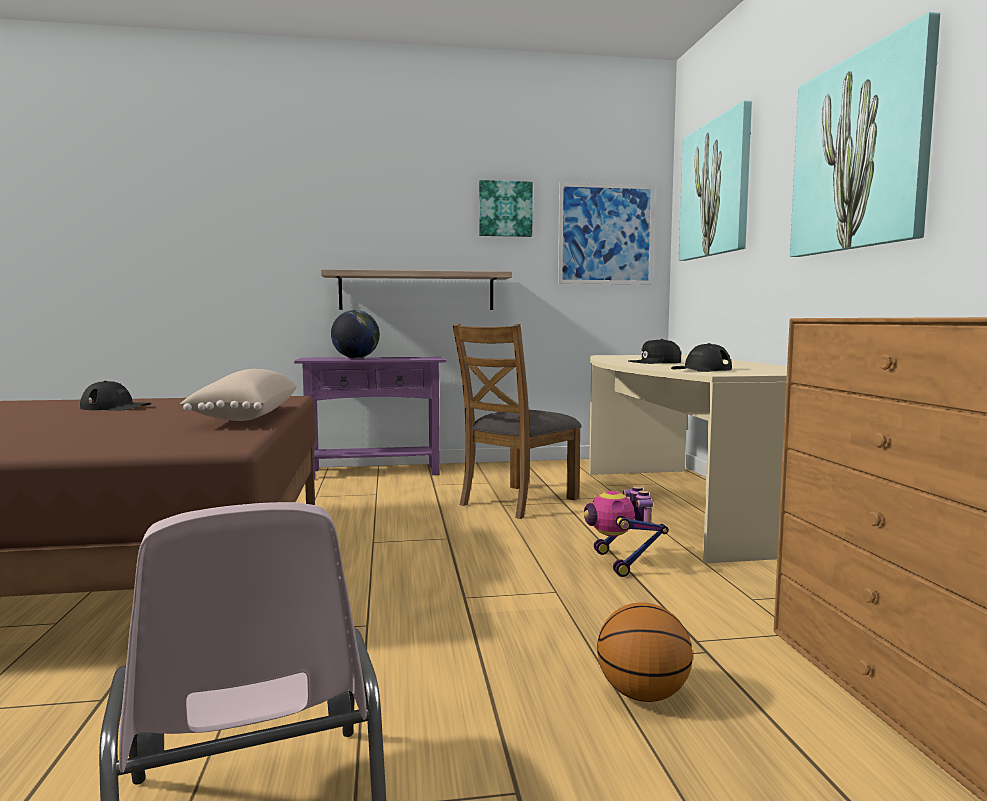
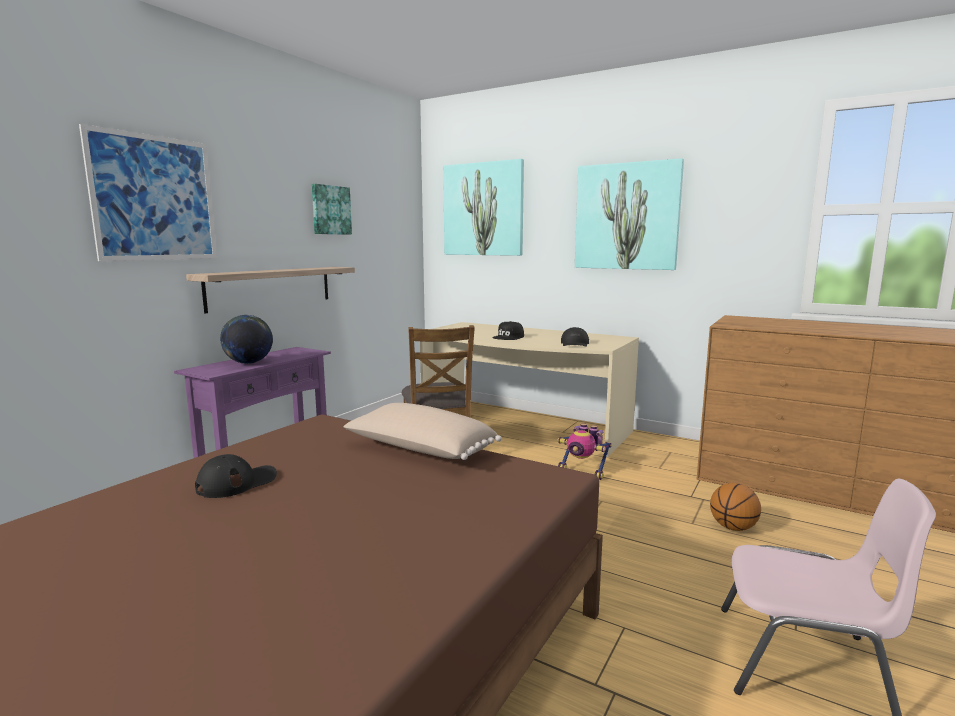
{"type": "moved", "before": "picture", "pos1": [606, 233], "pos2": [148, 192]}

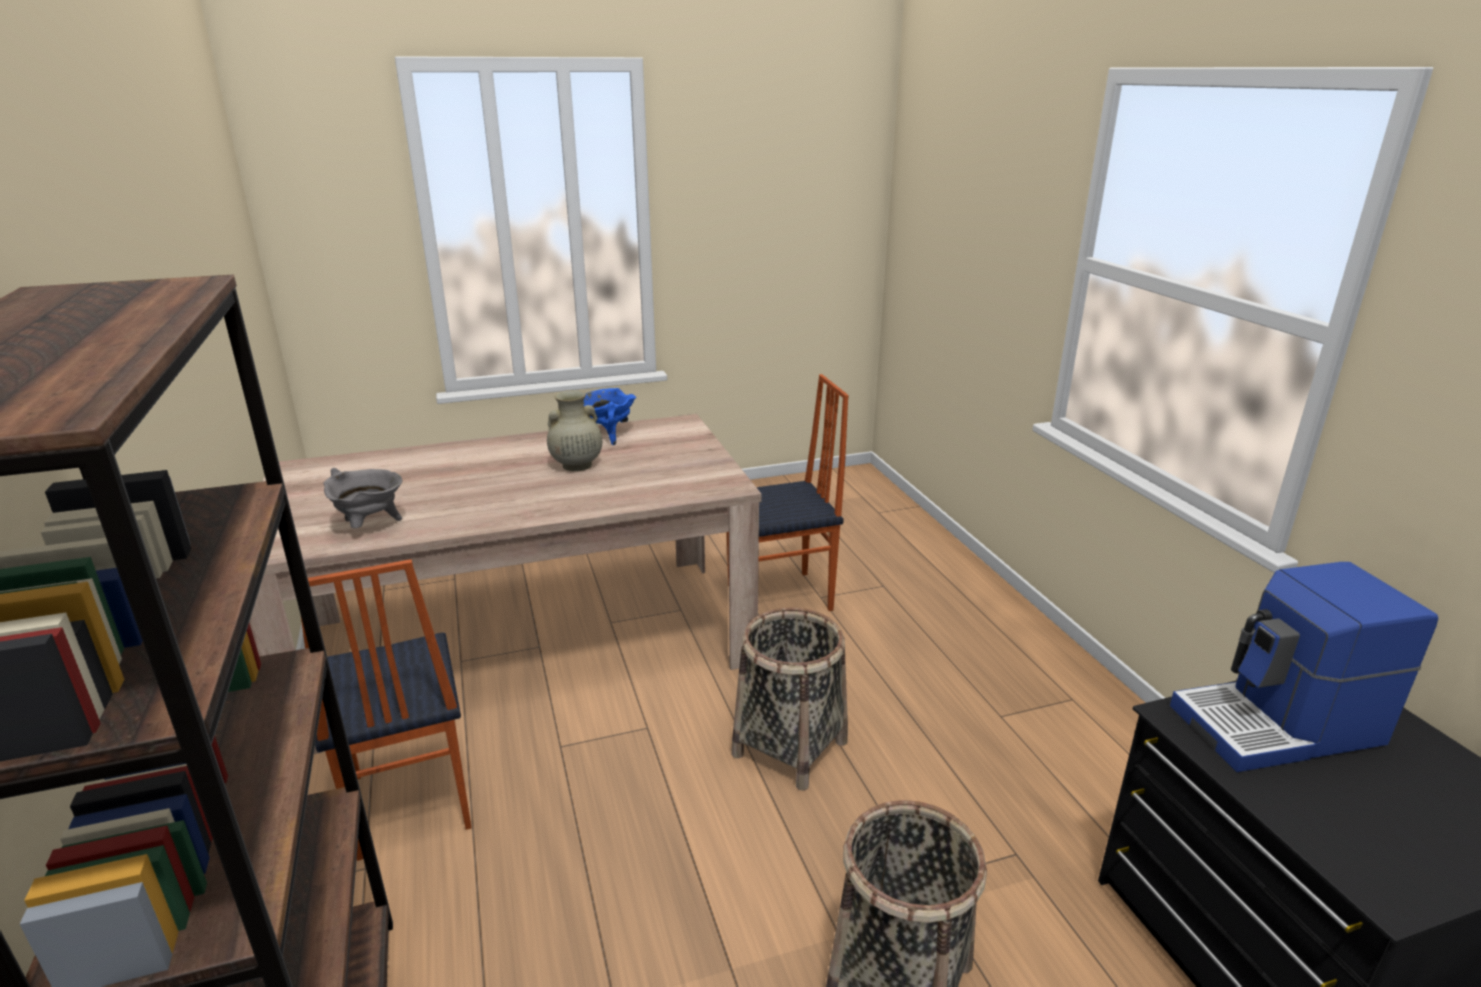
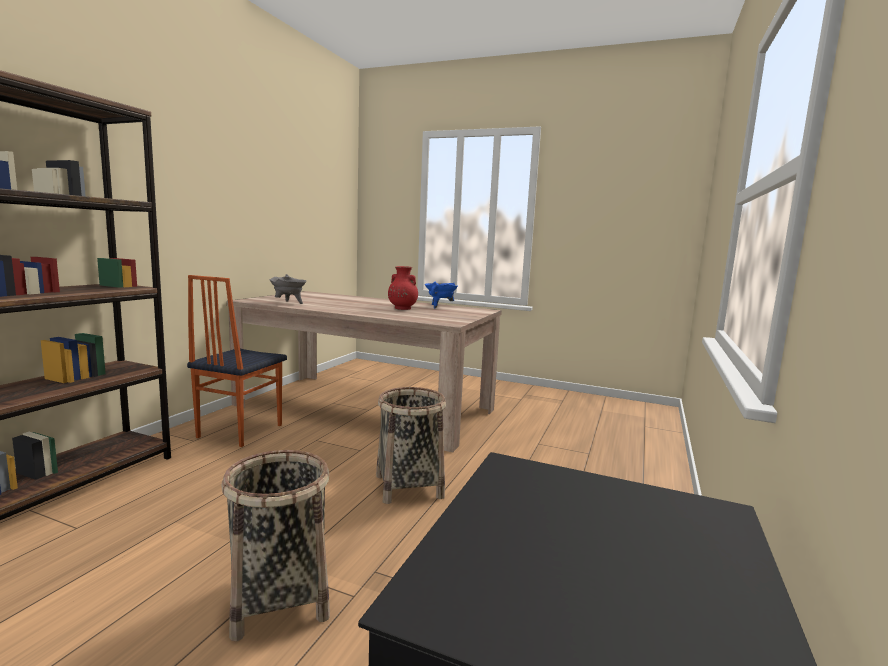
{"type": "recoloured", "before": "beige_vase", "after": "red_vase", "pos1": [574, 430], "pos2": [403, 288]}
{"type": "removed", "before": "upright_chair", "pos1": [788, 492]}
{"type": "removed", "before": "coffee_maker", "pos1": [1304, 667]}

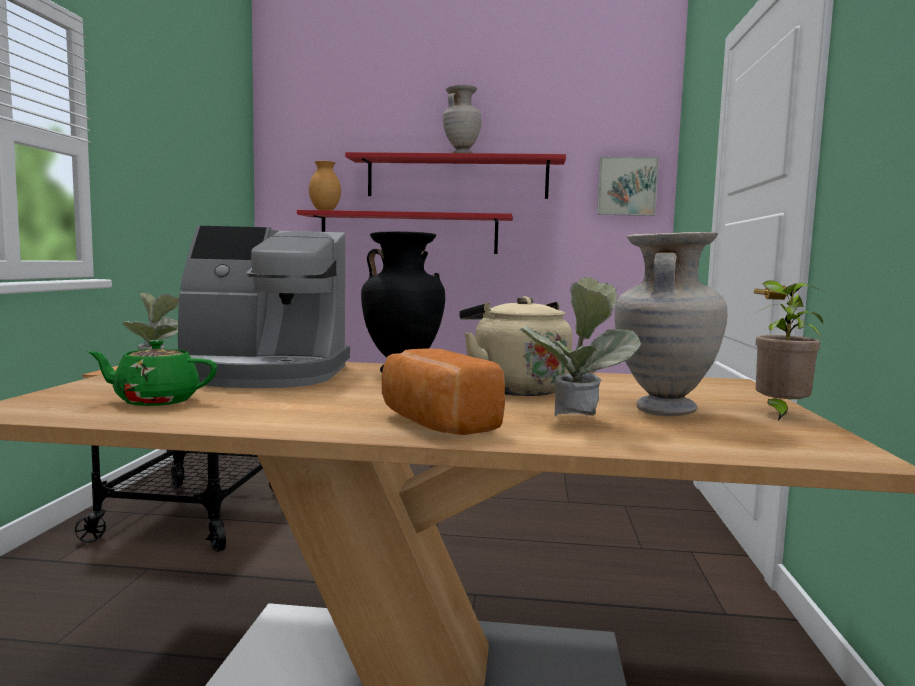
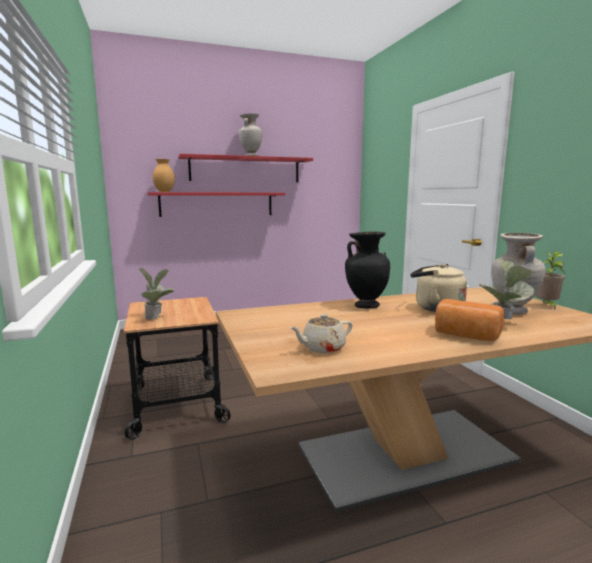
{"type": "recoloured", "before": "green-coloured_teapot", "after": "beige_teapot", "pos1": [152, 373], "pos2": [321, 333]}
{"type": "removed", "before": "coffee_maker", "pos1": [264, 307]}
{"type": "removed", "before": "picture", "pos1": [628, 186]}

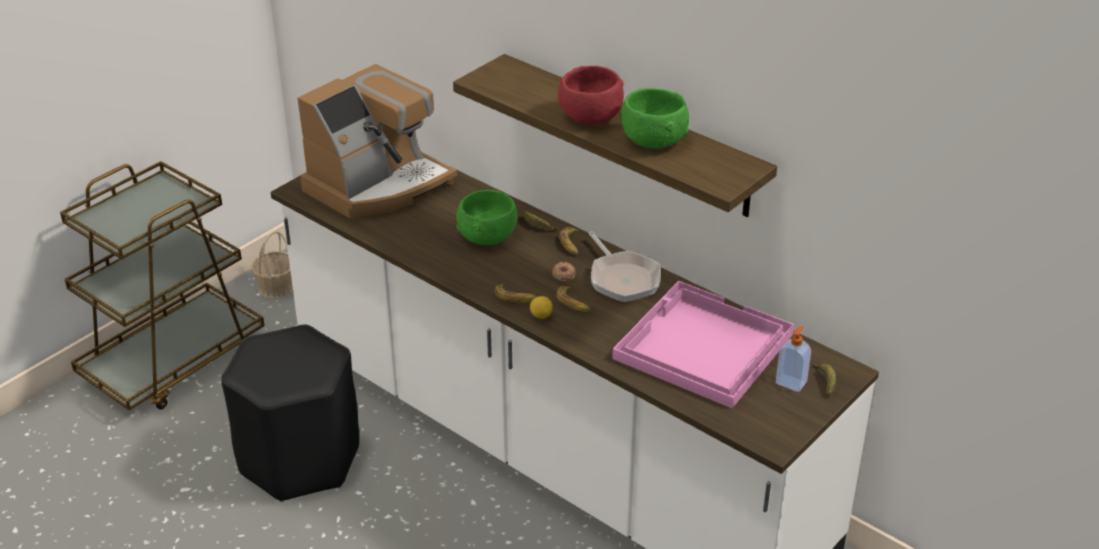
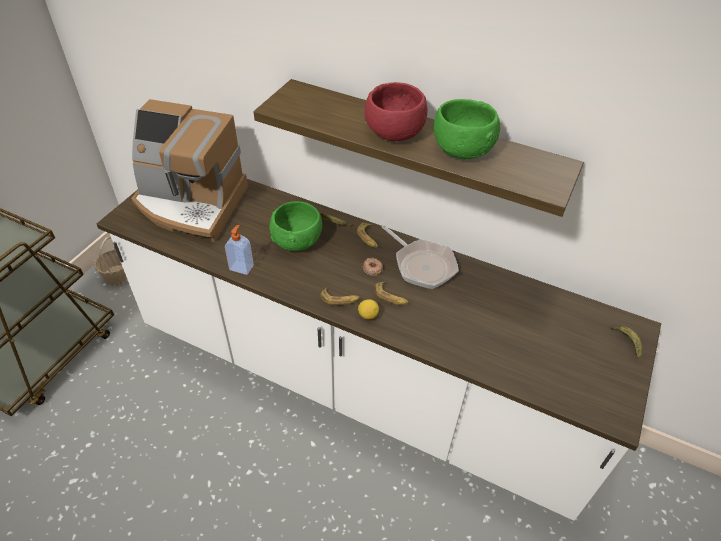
{"type": "turned", "before": "coffee_maker", "pos1": [377, 141], "pos2": [189, 170], "turn": 75}
{"type": "moved", "before": "soap_bottle", "pos1": [793, 359], "pos2": [239, 250]}
{"type": "removed", "before": "black-coloured_stool", "pos1": [290, 413]}
{"type": "removed", "before": "pink_carrying_tray", "pos1": [703, 344]}

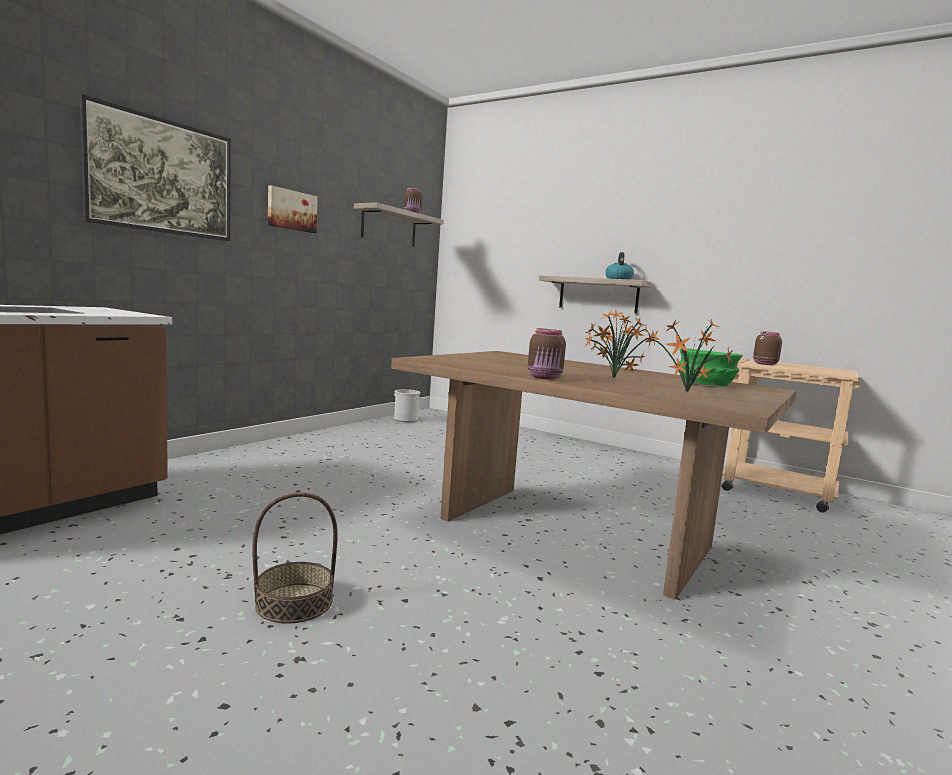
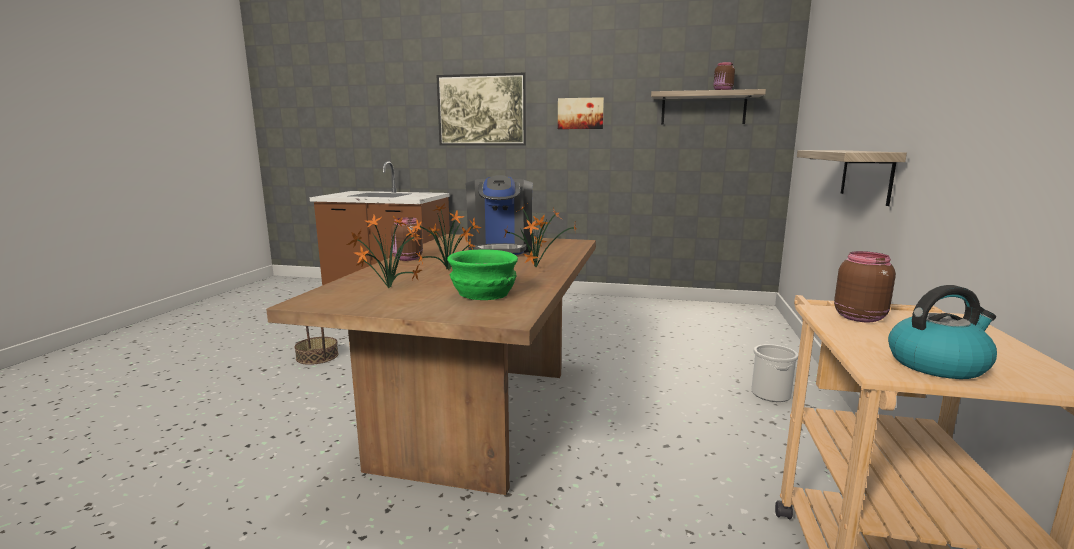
{"type": "added", "after": "coffee_maker", "pos2": [499, 215]}
{"type": "moved", "before": "water_bucket", "pos1": [407, 405], "pos2": [774, 373]}
{"type": "moved", "before": "tea_kettle", "pos1": [619, 266], "pos2": [942, 332]}

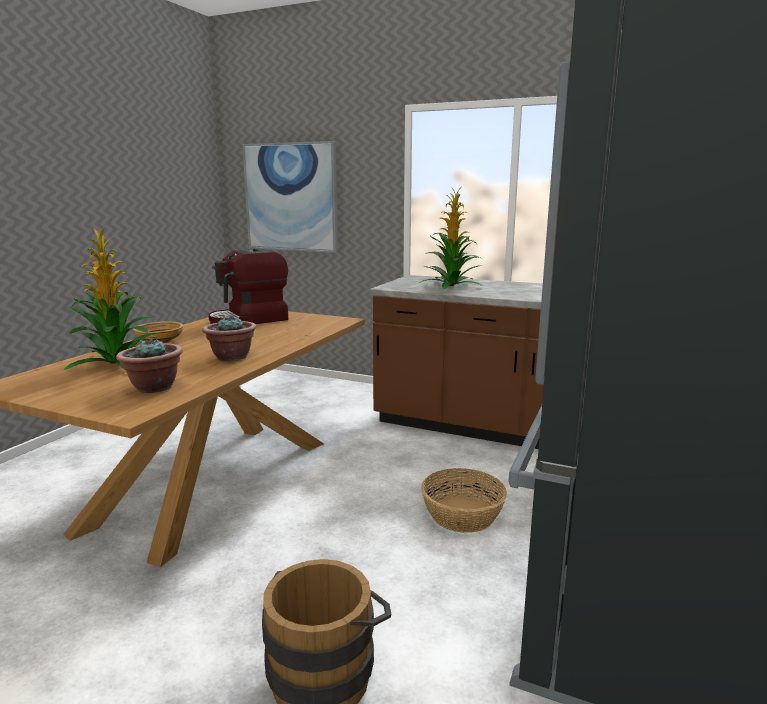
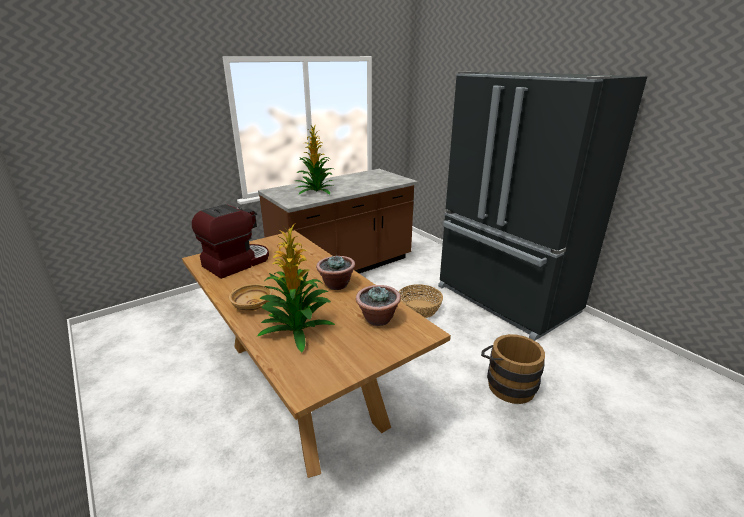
{"type": "turned", "before": "coffee_maker", "pos1": [248, 286], "pos2": [230, 241], "turn": -135}
{"type": "removed", "before": "picture", "pos1": [290, 197]}

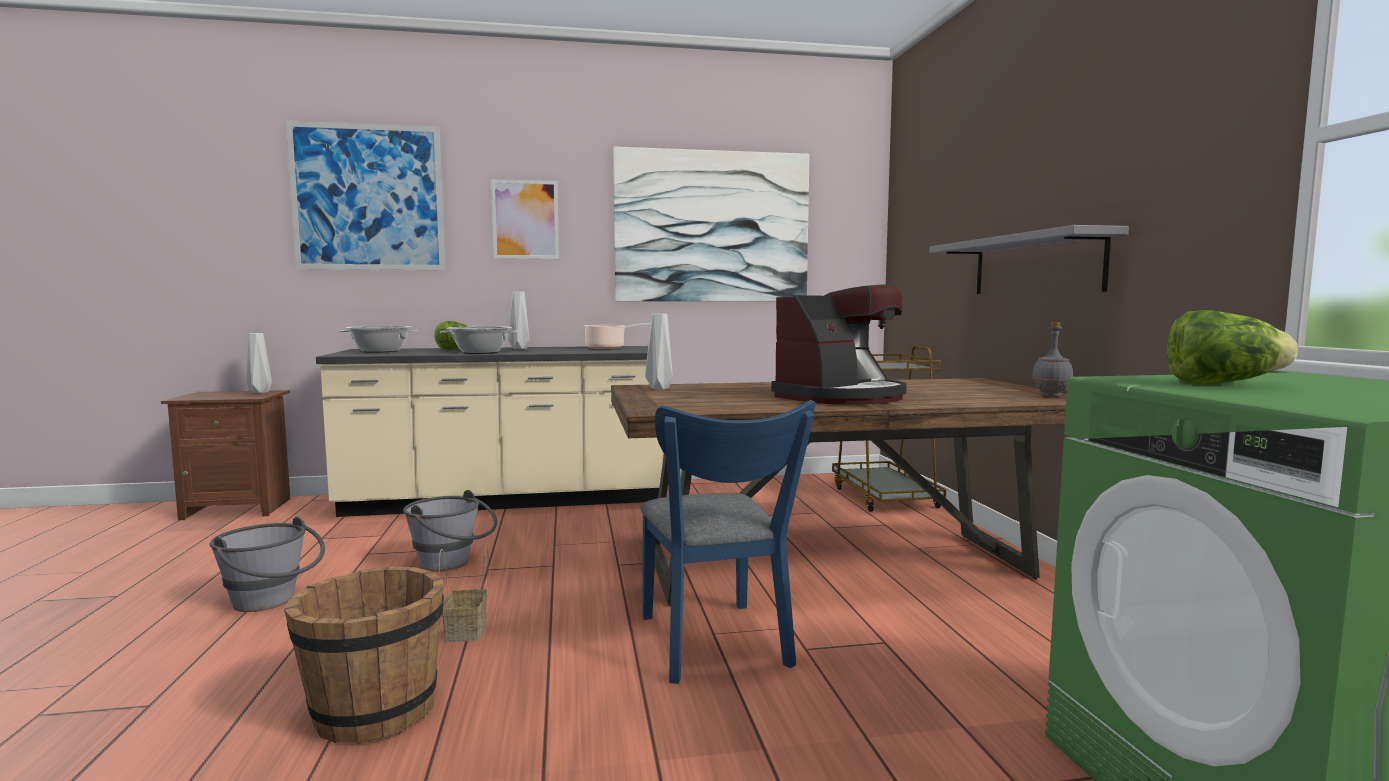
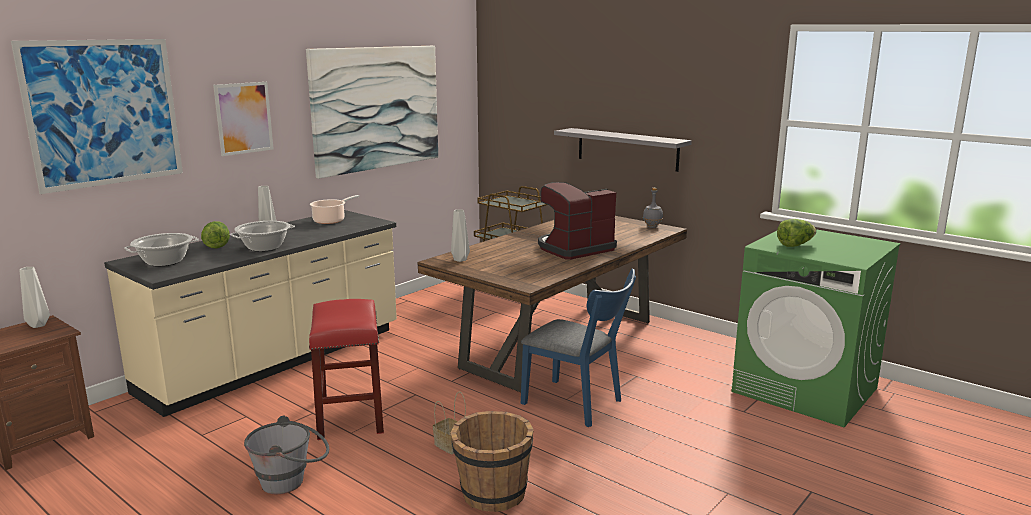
{"type": "replaced", "before": "grey_water_bucket", "after": "red_stool", "pos1": [450, 530], "pos2": [346, 369]}
{"type": "turned", "before": "coffee_maker", "pos1": [839, 344], "pos2": [577, 221], "turn": -135}

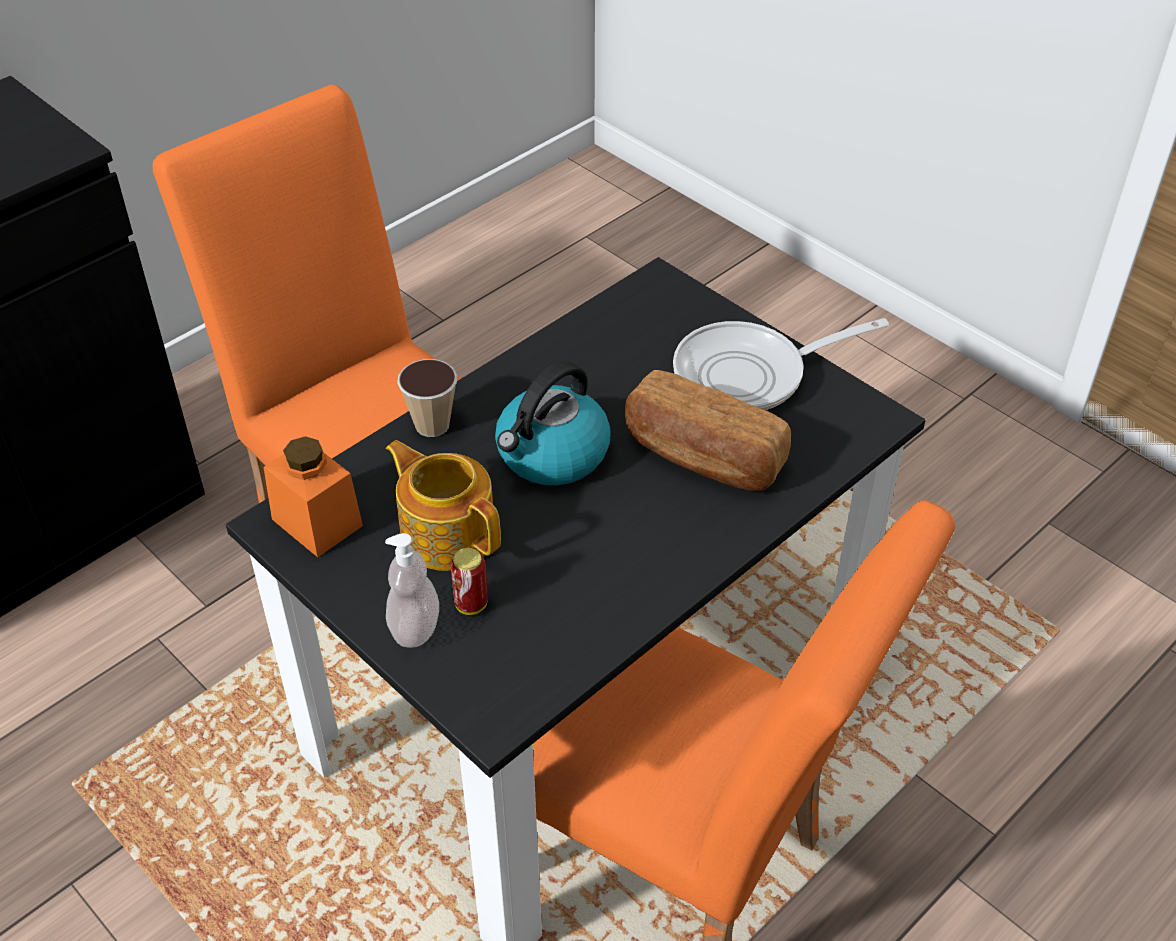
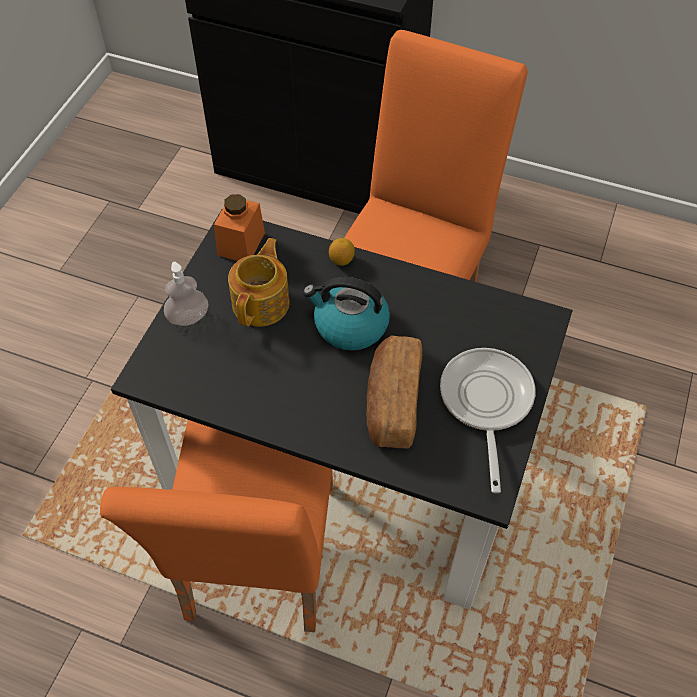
{"type": "replaced", "before": "drinking_cup", "after": "lemon", "pos1": [427, 398], "pos2": [342, 252]}
{"type": "turned", "before": "skillet", "pos1": [781, 364], "pos2": [488, 420], "turn": 45}
{"type": "removed", "before": "sealed_can", "pos1": [469, 581]}

